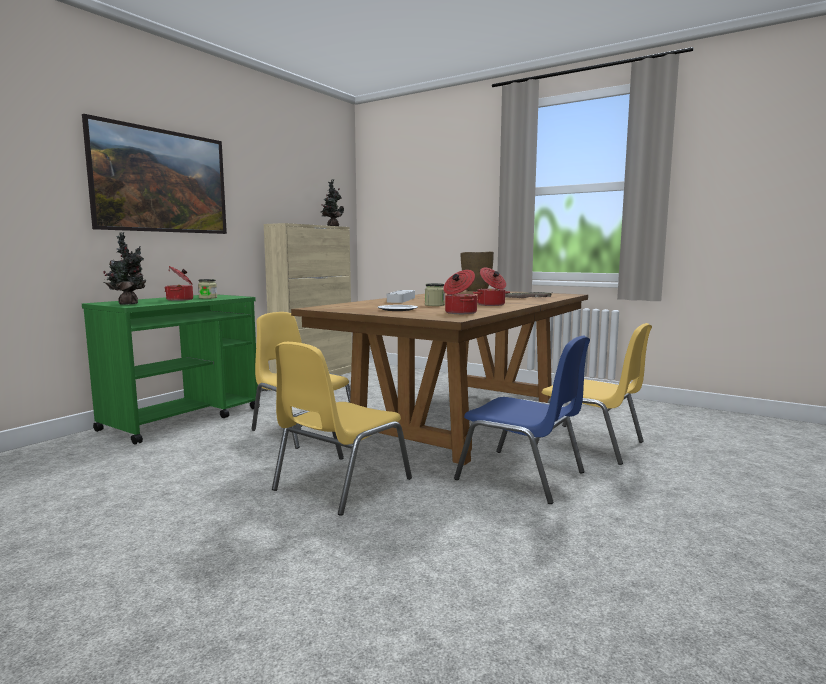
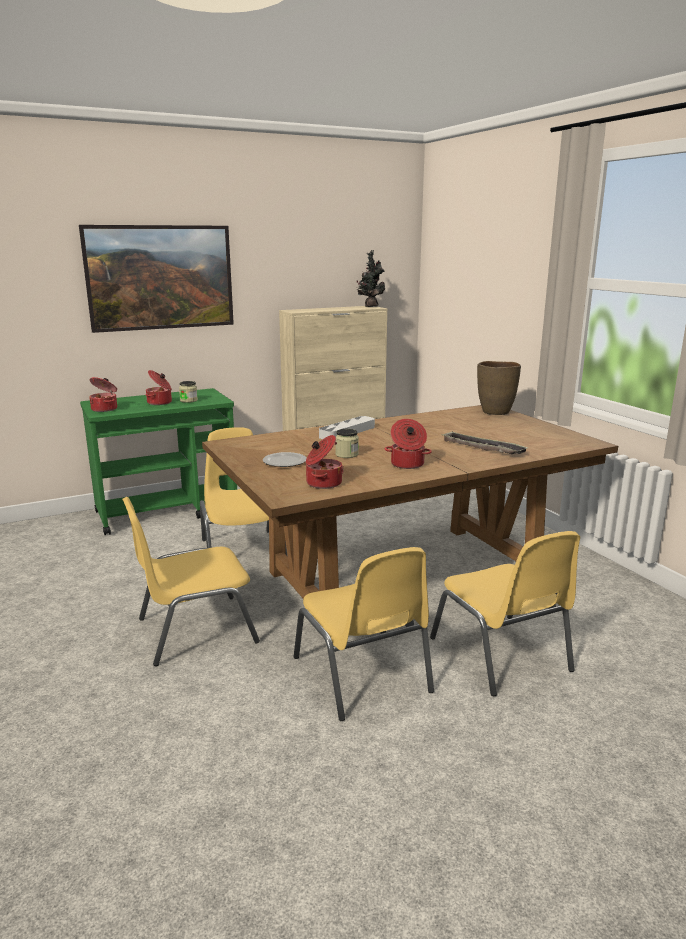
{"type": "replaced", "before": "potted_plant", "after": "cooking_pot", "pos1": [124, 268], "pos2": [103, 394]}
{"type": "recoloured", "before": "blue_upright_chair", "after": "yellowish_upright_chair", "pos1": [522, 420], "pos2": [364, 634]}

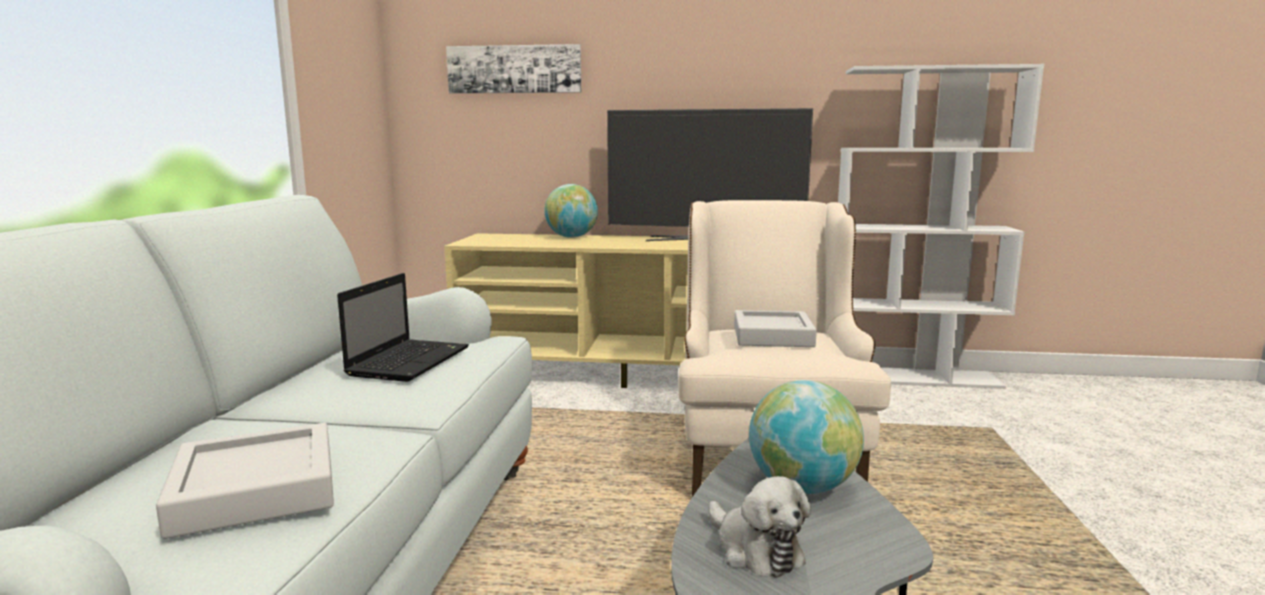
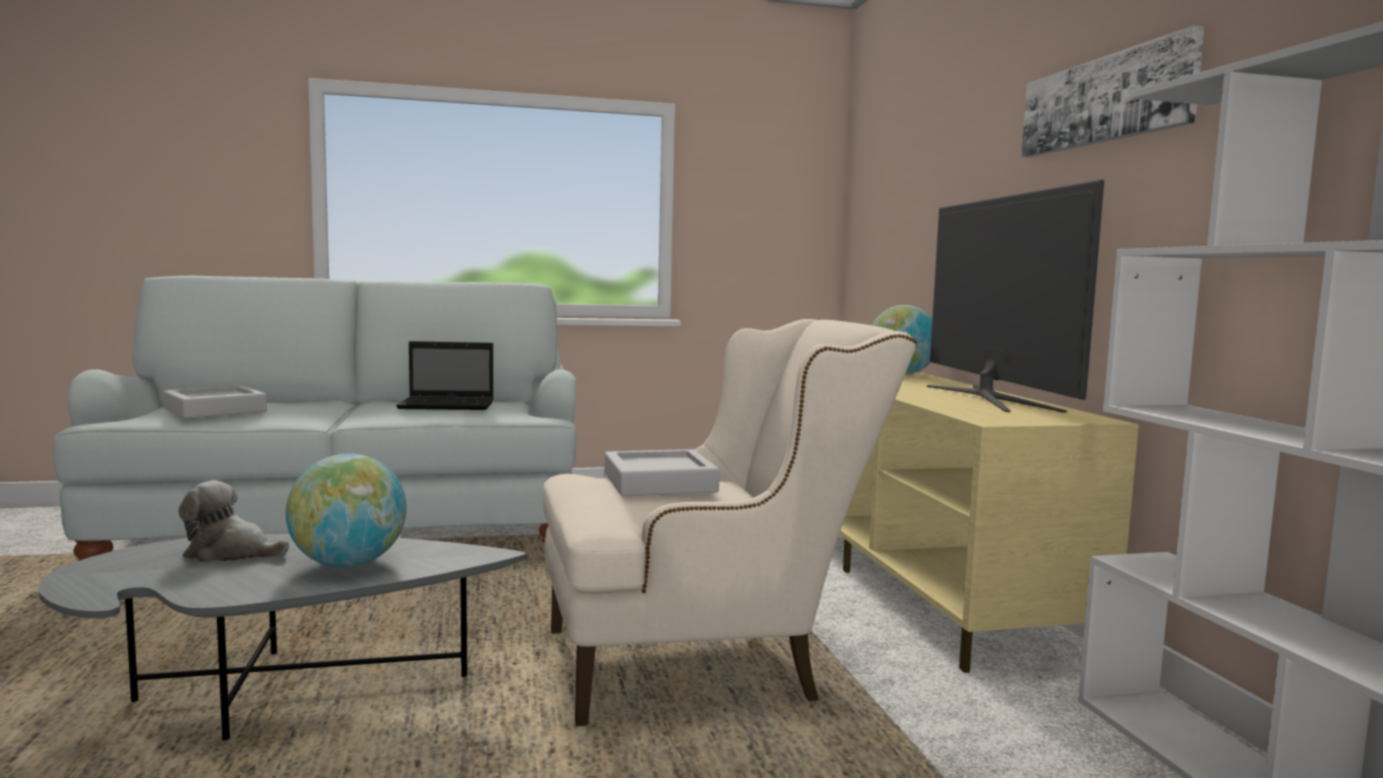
{"type": "turned", "before": "soft_toy", "pos1": [759, 527], "pos2": [233, 521], "turn": 60}
{"type": "moved", "before": "picture", "pos1": [513, 69], "pos2": [1112, 91]}

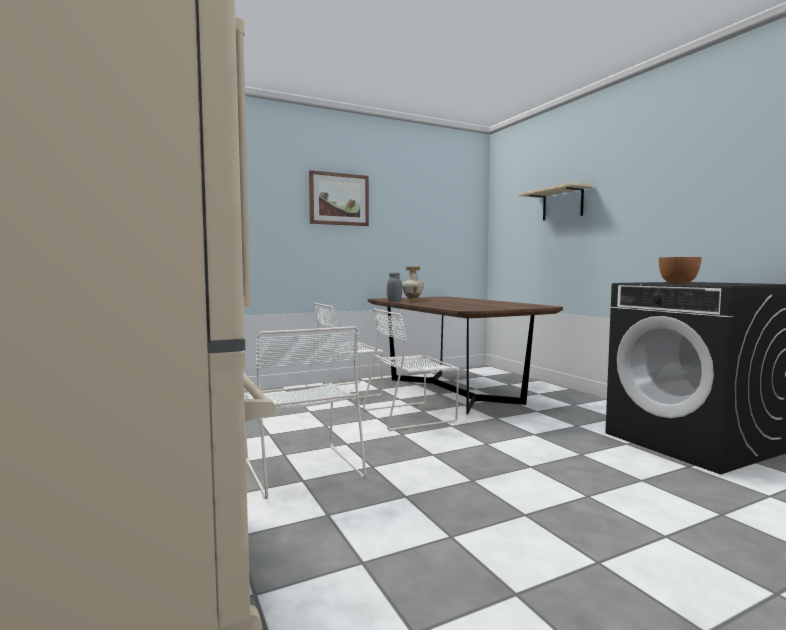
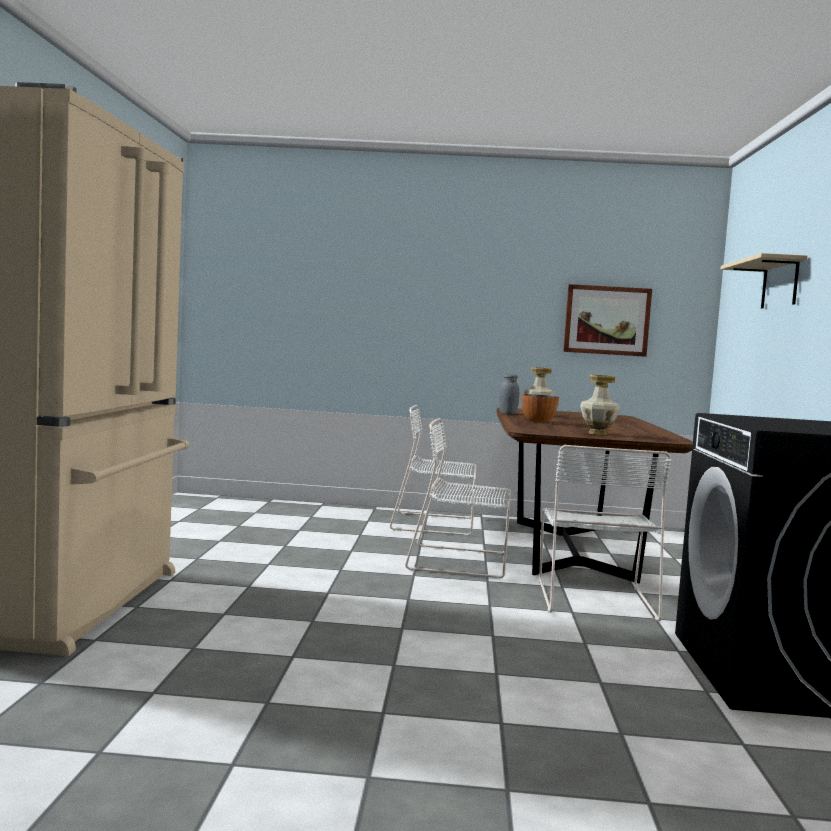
{"type": "moved", "before": "deep_dish", "pos1": [680, 270], "pos2": [540, 408]}
{"type": "moved", "before": "whitish_upright_chair", "pos1": [305, 412], "pos2": [605, 533]}
{"type": "moved", "before": "picture", "pos1": [339, 198], "pos2": [607, 320]}
{"type": "added", "after": "vase", "pos2": [600, 405]}

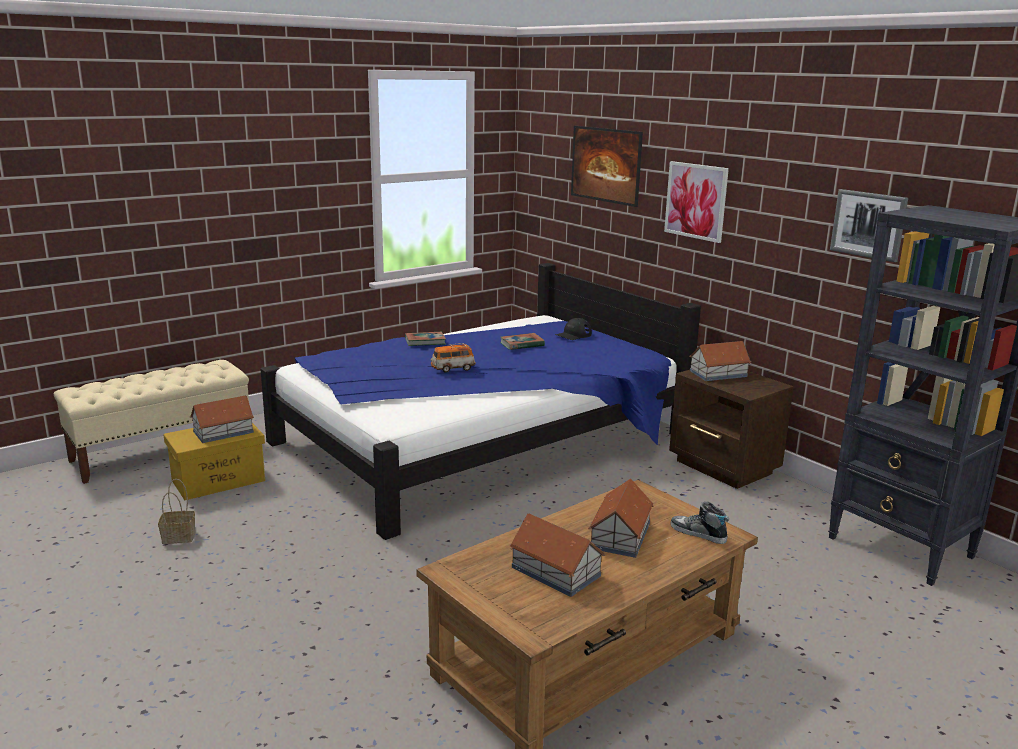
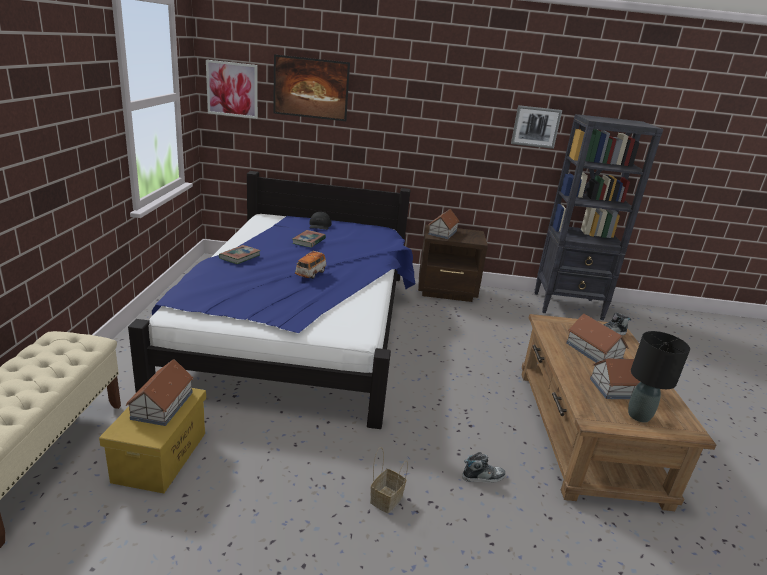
{"type": "moved", "before": "picture", "pos1": [696, 202], "pos2": [232, 89]}
{"type": "moved", "before": "household_basket", "pos1": [177, 511], "pos2": [389, 480]}
{"type": "added", "after": "low_shoe", "pos2": [484, 467]}
{"type": "added", "after": "black-coloured_tabletop_lamp", "pos2": [659, 377]}

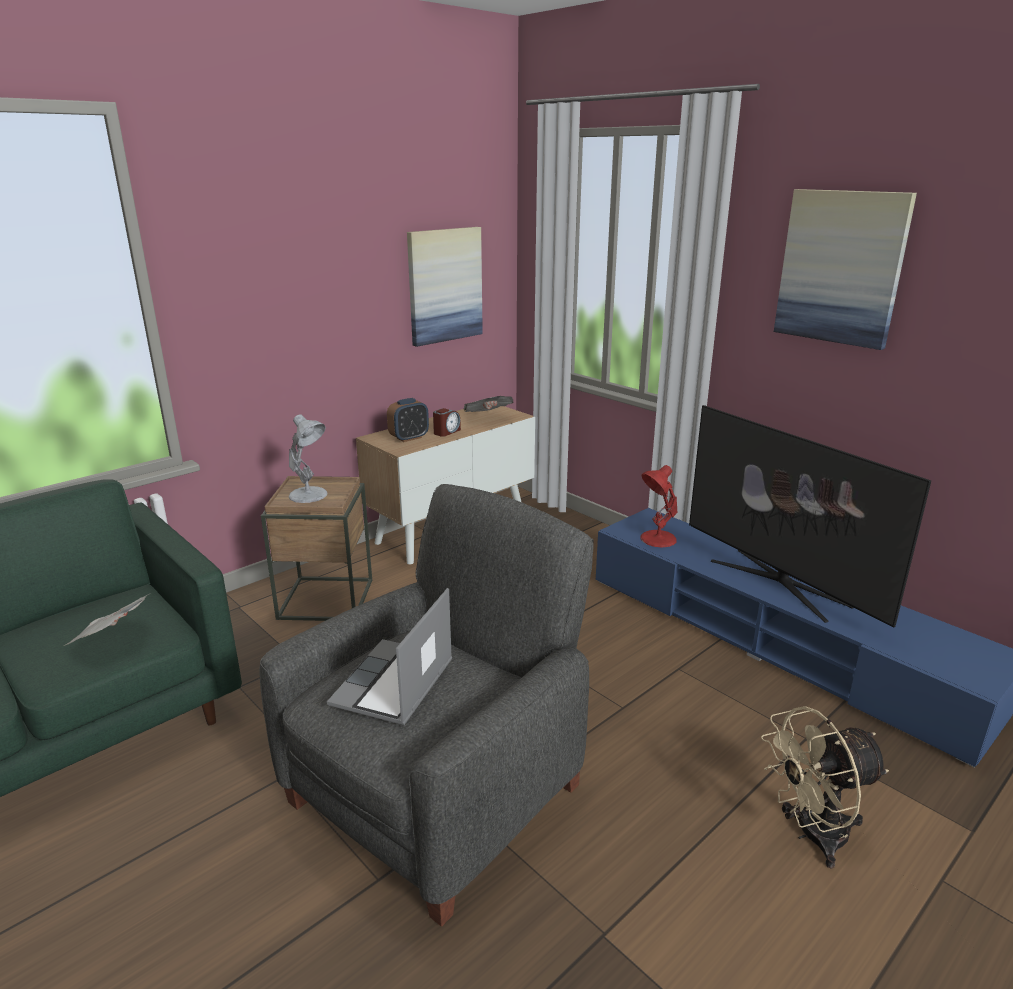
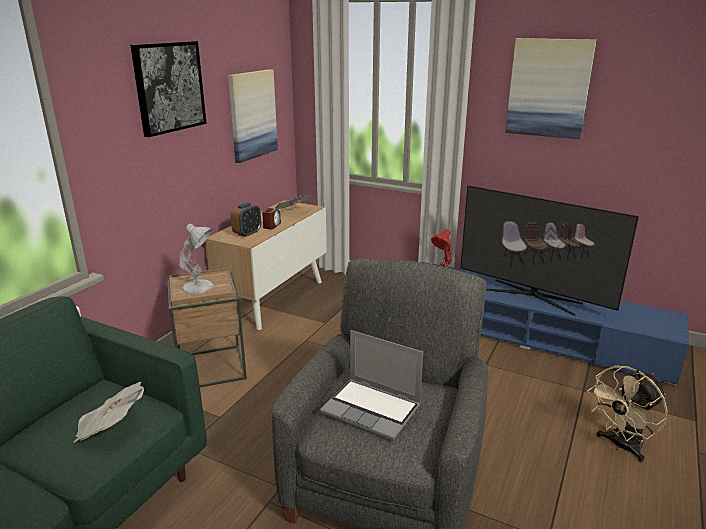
{"type": "added", "after": "picture", "pos2": [168, 89]}
{"type": "turned", "before": "laptop", "pos1": [389, 657], "pos2": [371, 385], "turn": -60}

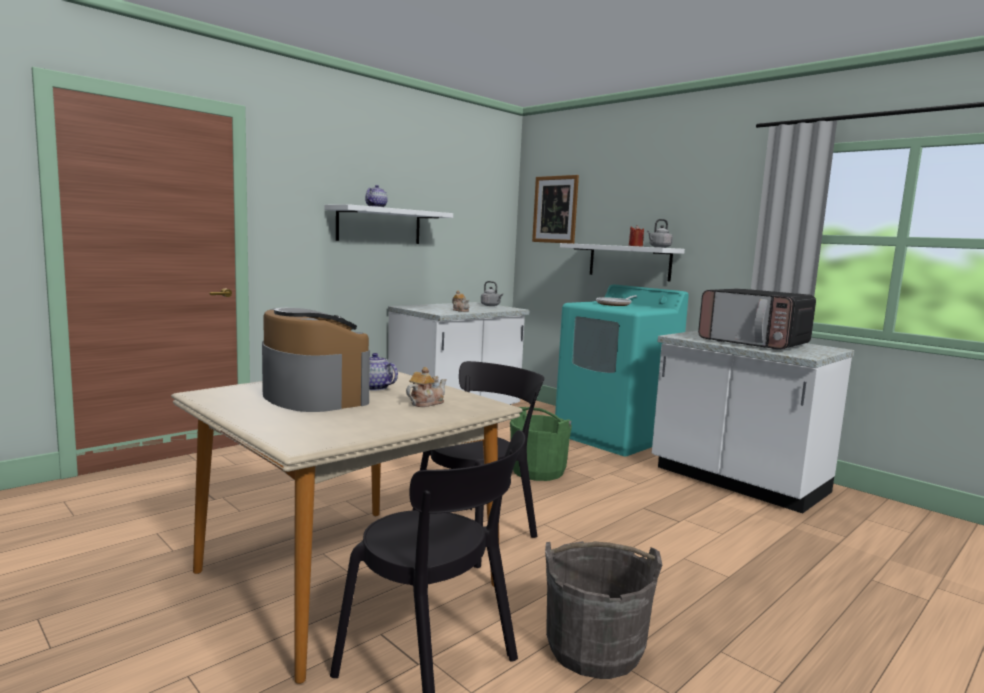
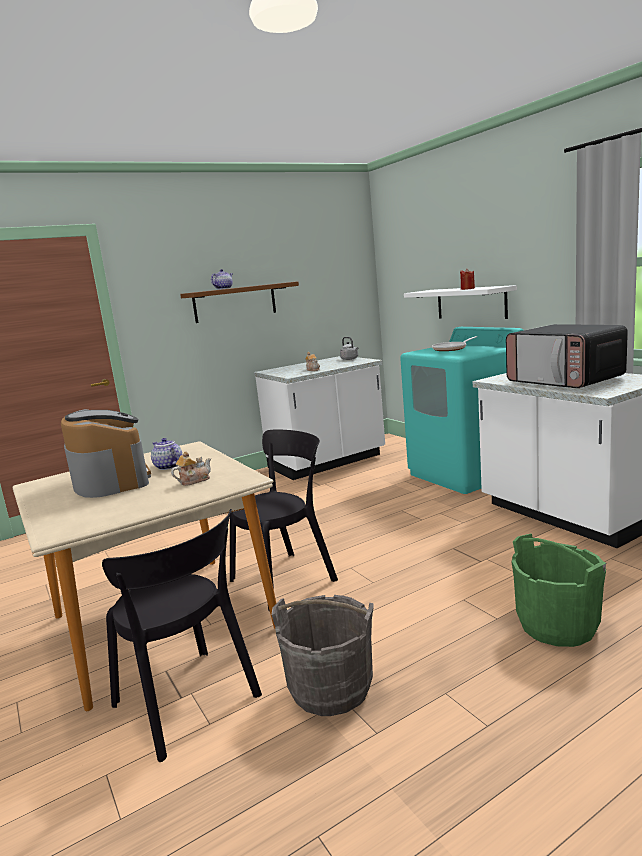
{"type": "recoloured", "before": "whitish_bracket_shelf", "after": "brown-coloured_bracket_shelf", "pos1": [388, 224], "pos2": [239, 302]}
{"type": "moved", "before": "green-coloured_water_bucket", "pos1": [541, 444], "pos2": [559, 590]}
{"type": "removed", "before": "picture", "pos1": [555, 209]}
{"type": "removed", "before": "grey_tea_kettle", "pos1": [660, 233]}

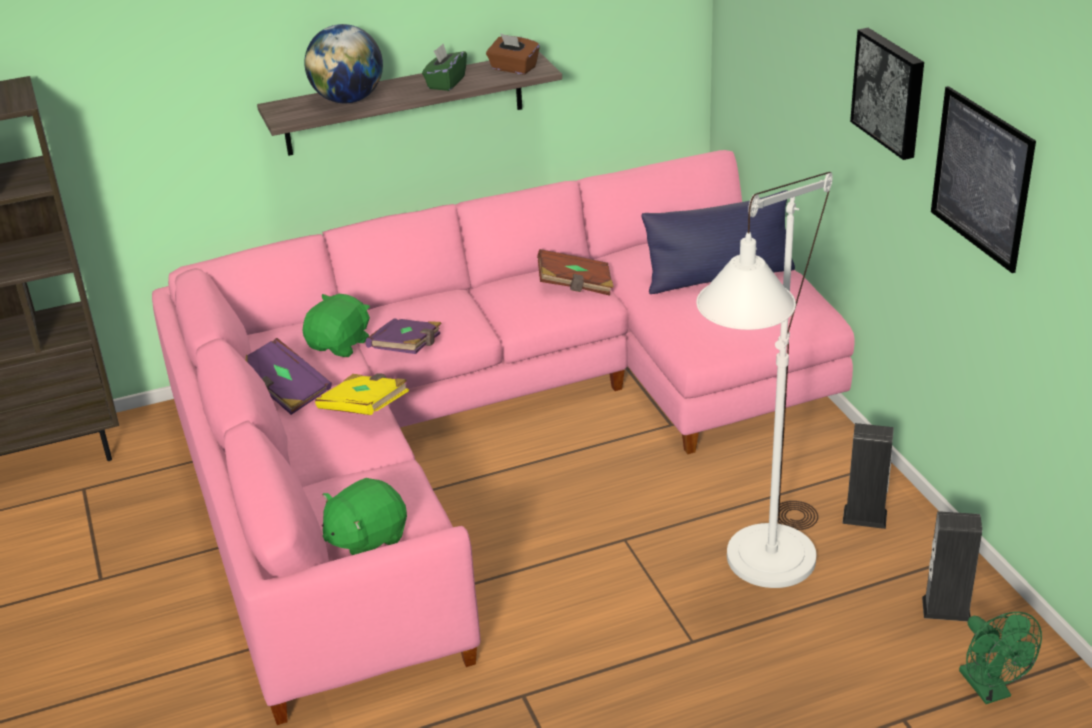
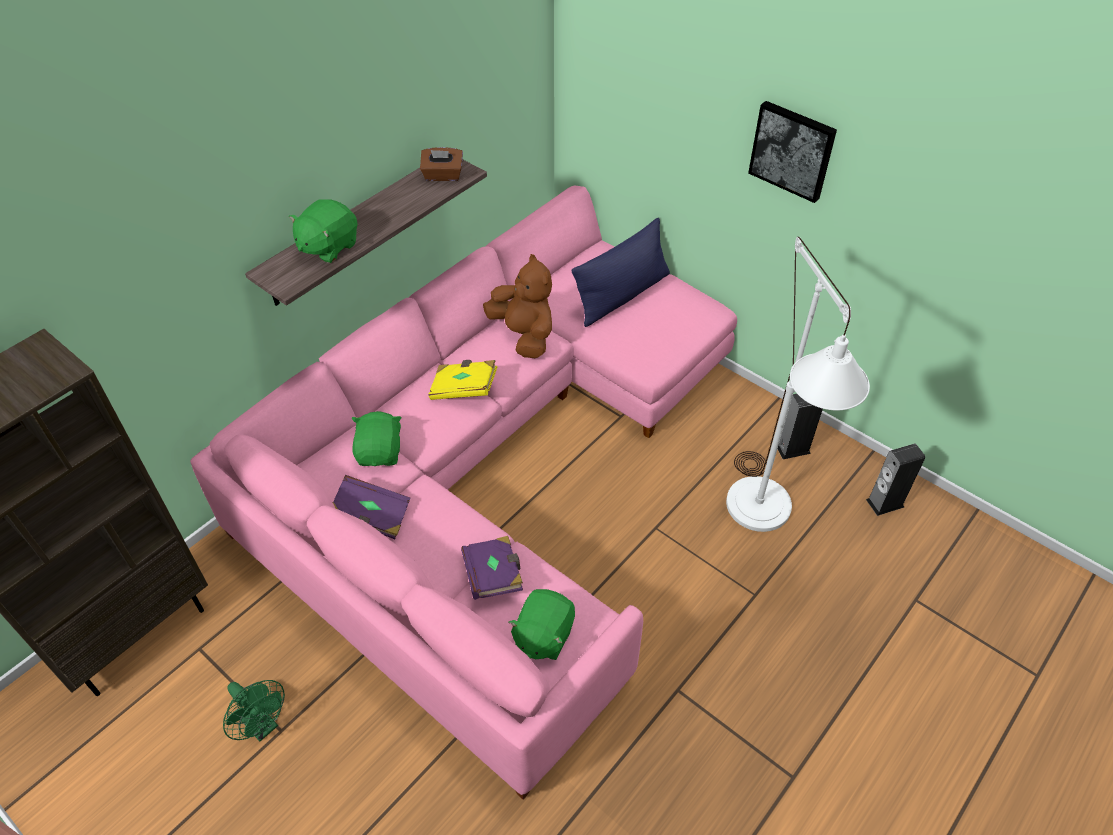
{"type": "moved", "before": "green-coloured_cooling_fan", "pos1": [1000, 658], "pos2": [254, 711]}
{"type": "replaced", "before": "globe", "after": "green-coloured_soft_toy", "pos1": [343, 63], "pos2": [323, 231]}
{"type": "moved", "before": "yellowish_bound_book", "pos1": [362, 394], "pos2": [462, 380]}
{"type": "moved", "before": "purple_bound_book", "pos1": [403, 336], "pos2": [492, 568]}
{"type": "replaced", "before": "brown-coloured_bound_book", "after": "brown-coloured_soft_toy", "pos1": [575, 272], "pos2": [517, 306]}
{"type": "removed", "before": "green-coloured_tissue_holder", "pos1": [444, 67]}
{"type": "removed", "before": "picture", "pos1": [983, 179]}

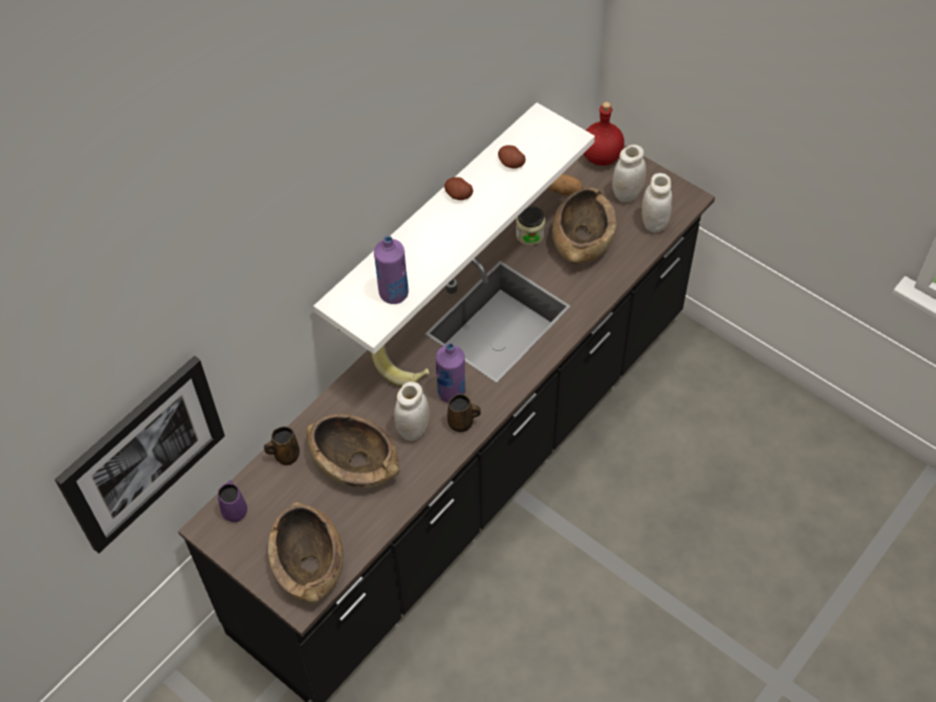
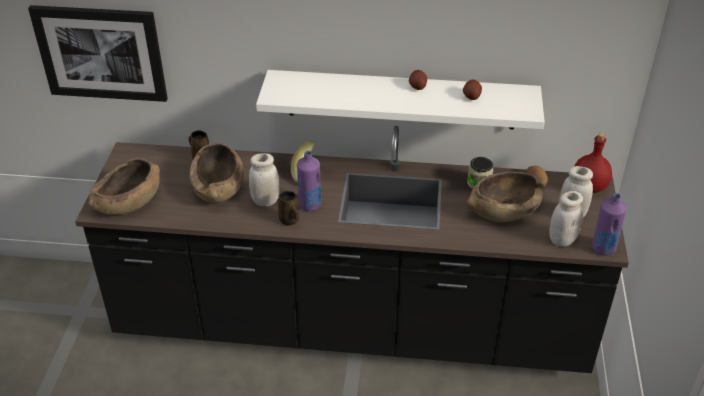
{"type": "moved", "before": "purple_bottle", "pos1": [391, 269], "pos2": [609, 224]}
{"type": "removed", "before": "purple_tea_mug", "pos1": [232, 501]}

